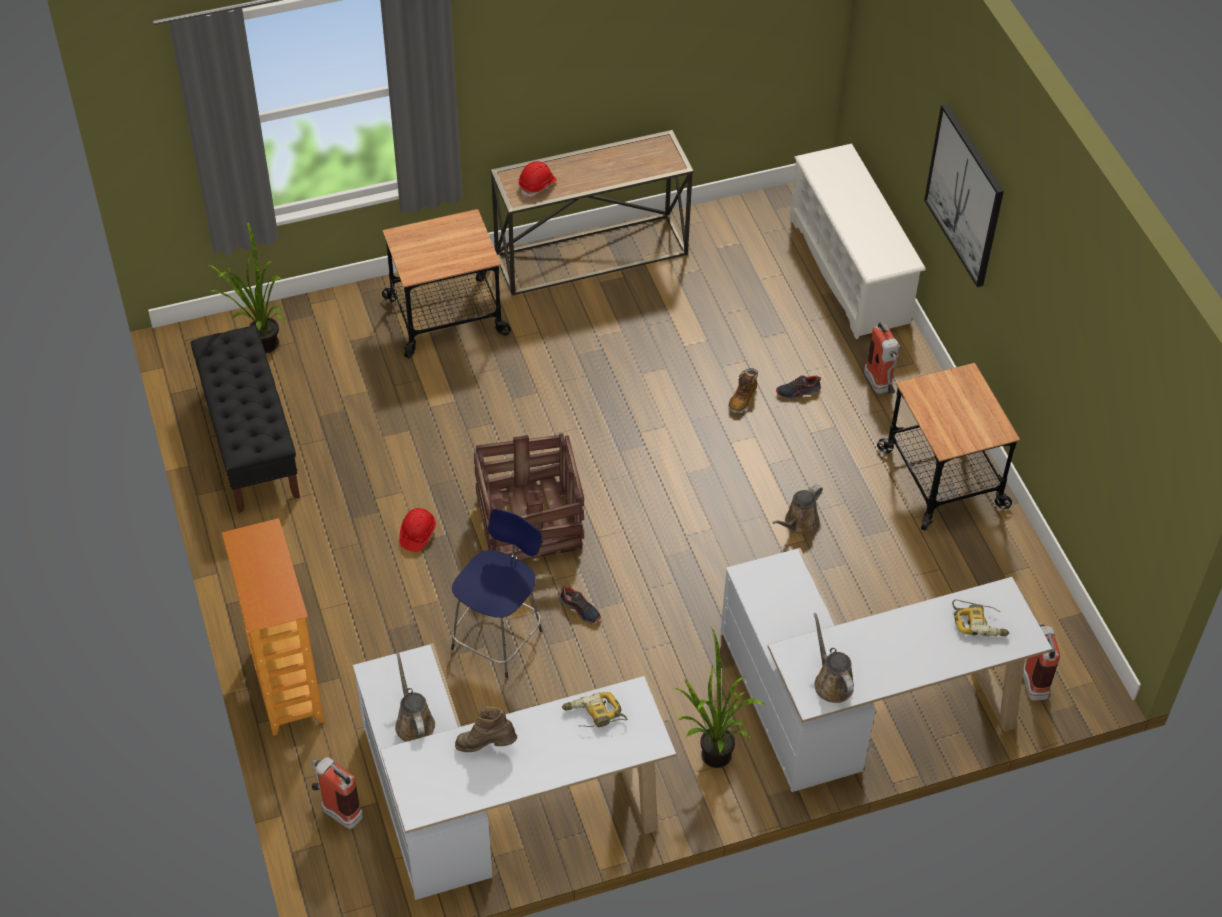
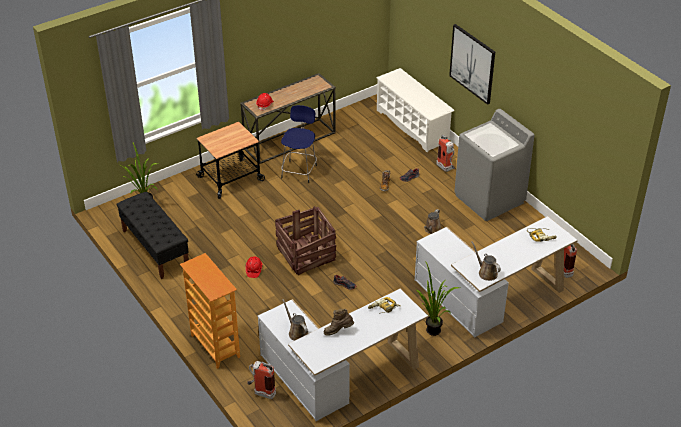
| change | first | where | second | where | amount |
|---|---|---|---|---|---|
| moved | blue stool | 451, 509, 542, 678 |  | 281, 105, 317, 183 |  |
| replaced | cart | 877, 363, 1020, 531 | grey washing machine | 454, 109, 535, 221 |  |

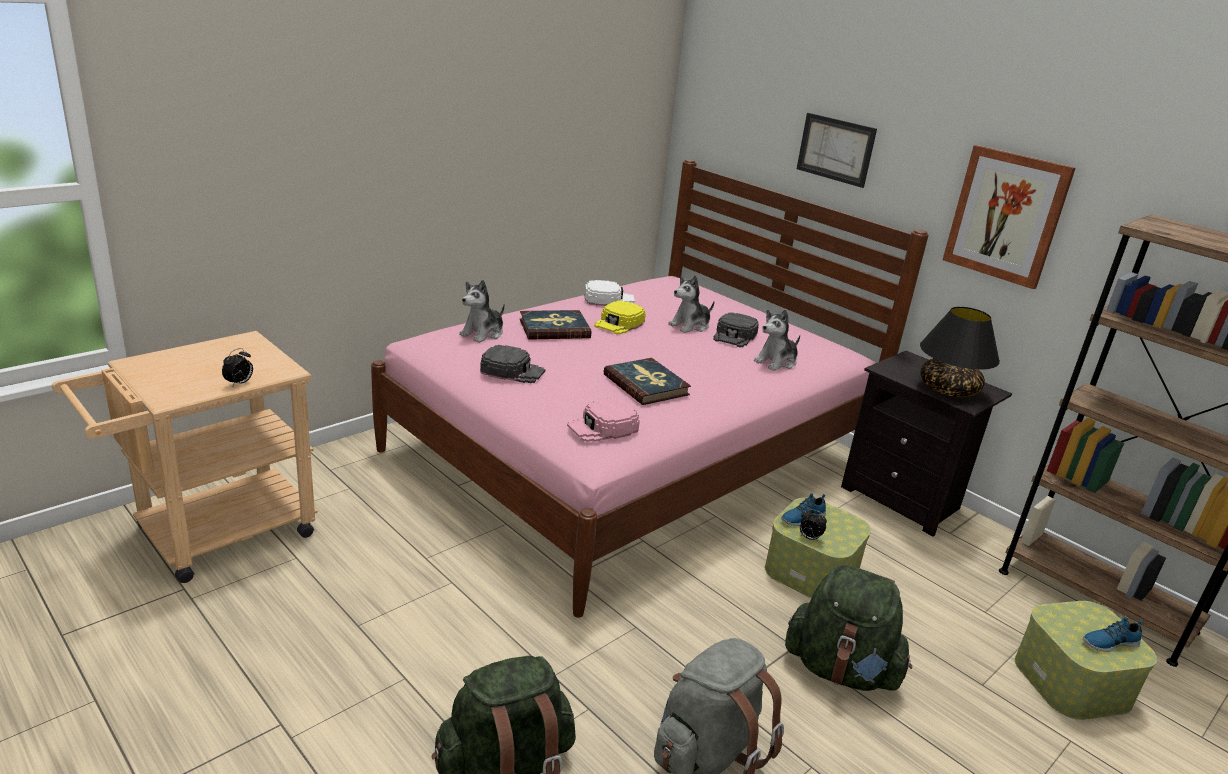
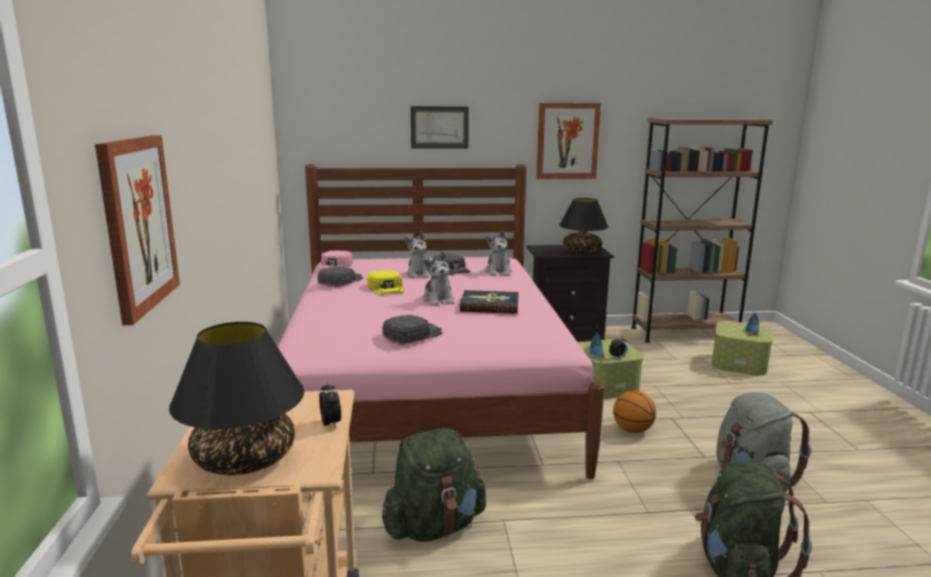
| change | first | where | second | where | amount |
|---|---|---|---|---|---|
| removed | book | 520, 310, 591, 340 |  |  |  |
| added |  |  | picture | 95, 135, 180, 325 |  |
| added |  |  | black table lamp | 169, 322, 304, 475 |  |
| added |  |  | basketball | 613, 391, 656, 433 |  |
| moved | plush toy | 459, 280, 505, 343 |  | 423, 252, 454, 306 |  |
| moved | pink cap | 567, 398, 640, 442 |  | 319, 250, 353, 270 |  |
| moved | green backpack | 785, 565, 912, 691 |  | 382, 428, 486, 542 |  |
| recoloured | white cap | 585, 280, 635, 306 | black cap | 317, 266, 363, 287 |  |

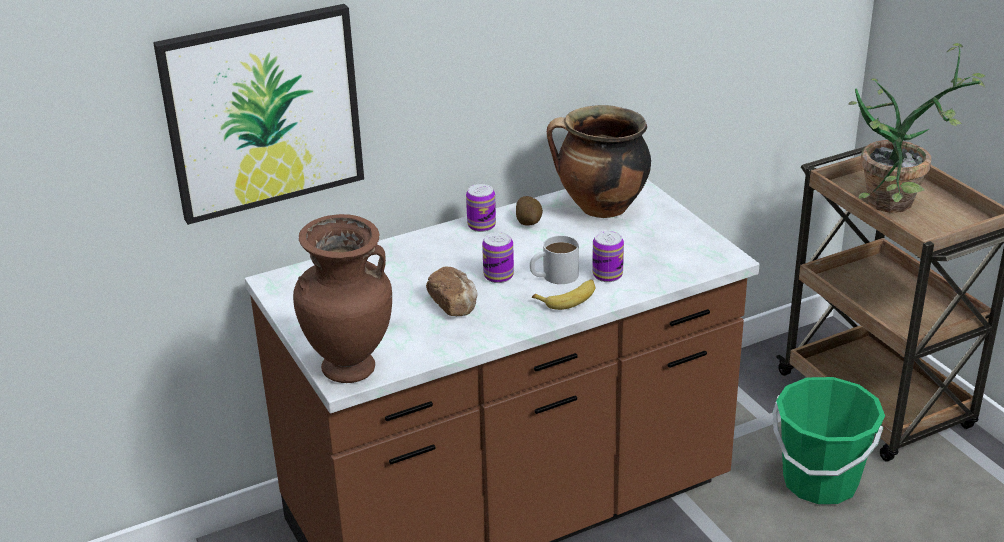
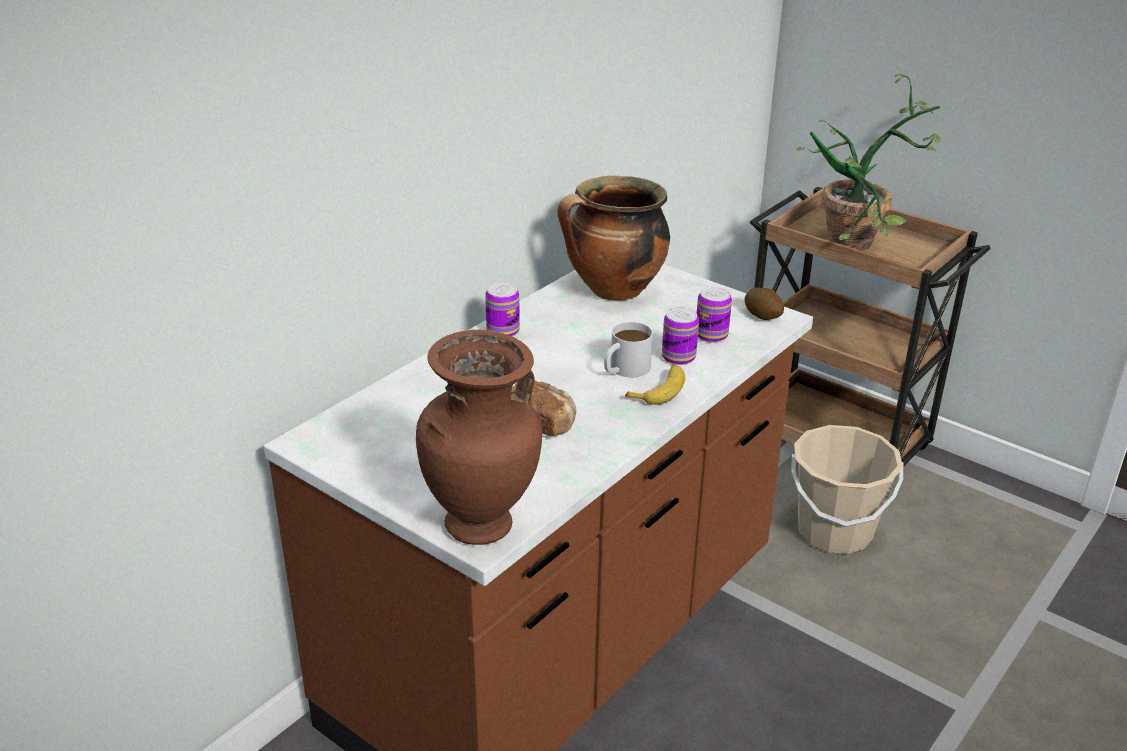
| change | first | where | second | where | amount |
|---|---|---|---|---|---|
| removed | picture | 153, 4, 364, 225 |  |  |  |
| moved | can | 482, 232, 514, 283 |  | 697, 287, 732, 343 |  |
| moved | potato | 516, 196, 543, 225 |  | 745, 287, 784, 320 |  |
| recoloured | green bucket | 773, 377, 885, 504 | beige bucket | 791, 425, 904, 554 |  |

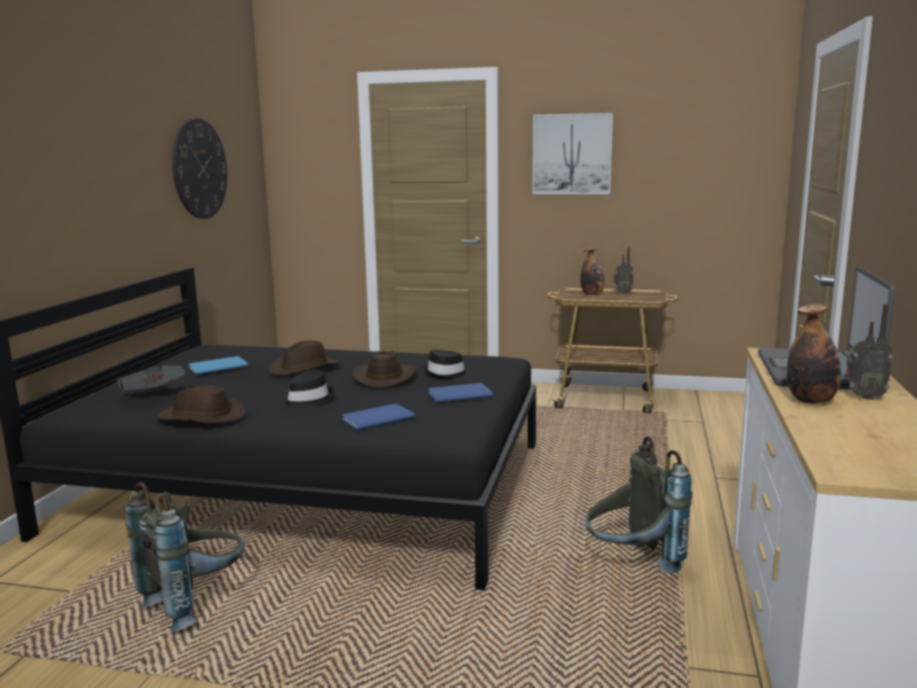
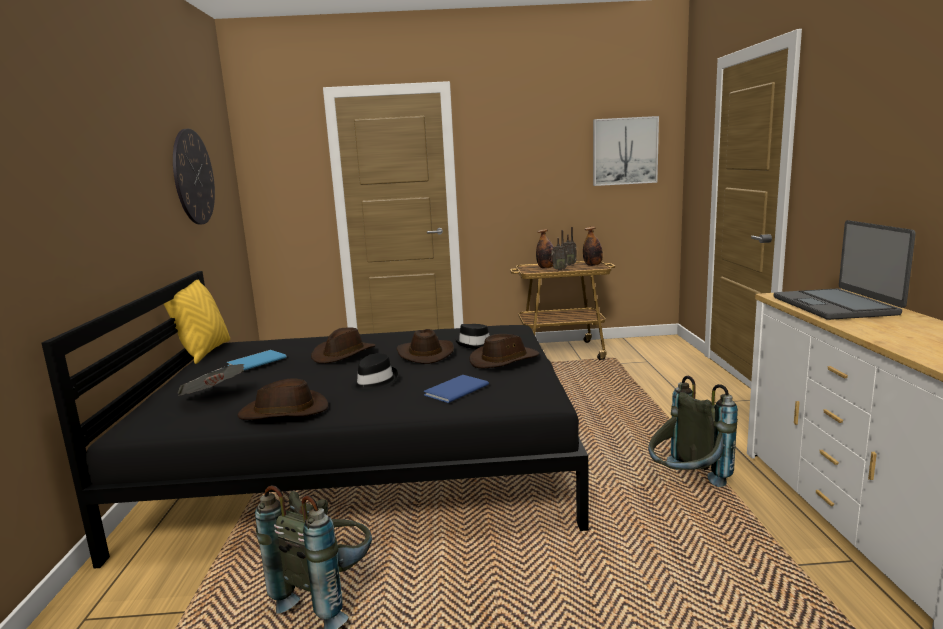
| change | first | where | second | where | amount |
|---|---|---|---|---|---|
| added |  |  | yellow pillow | 164, 280, 230, 364 |  |
| moved | picture | 533, 113, 613, 194 |  | 593, 116, 659, 186 |  |
| moved | bottle | 787, 304, 841, 404 |  | 583, 226, 603, 266 |  |
| moved | radio | 845, 304, 893, 400 |  | 551, 230, 568, 271 |  |
| replaced | blue book | 428, 383, 493, 402 | brown hat | 469, 334, 540, 368 |  |

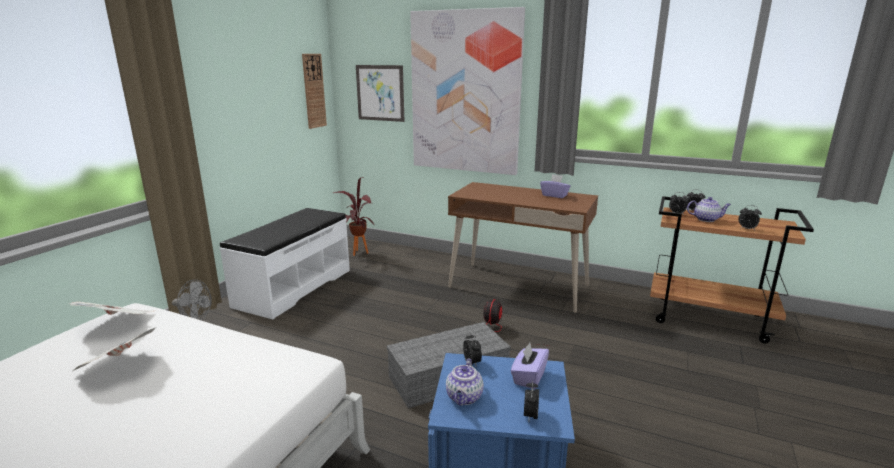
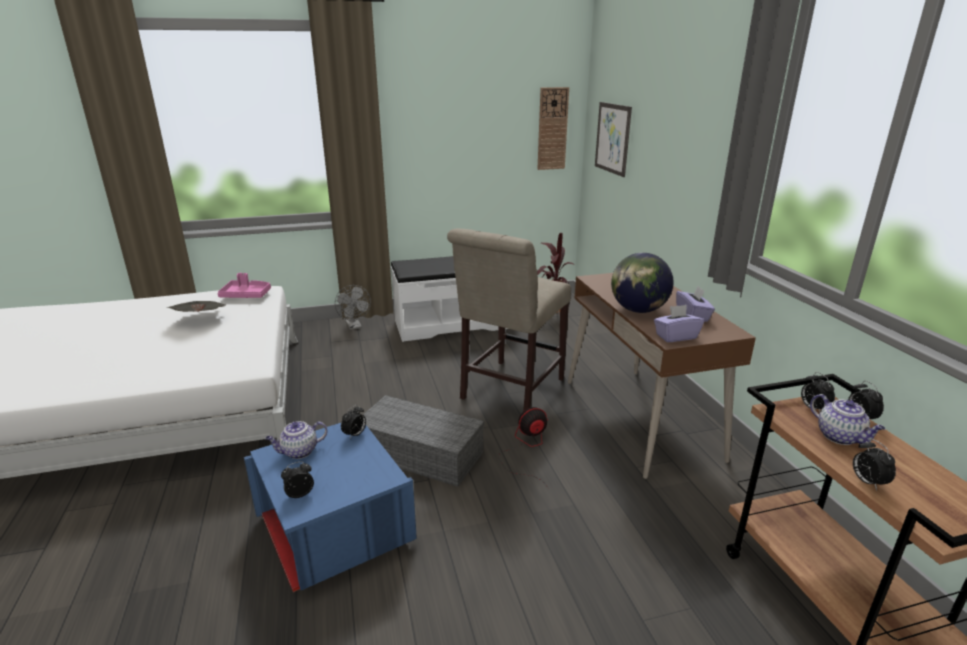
| change | first | where | second | where | amount |
|---|---|---|---|---|---|
| removed | picture | 410, 7, 525, 175 |  |  |  |
| added |  |  | beige chair | 447, 229, 571, 411 |  |
| added |  |  | globe | 611, 253, 673, 313 |  |
| moved | purple tissue box | 511, 342, 549, 389 |  | 654, 305, 704, 342 |  |
| replaced | newspaper | 68, 302, 155, 315 | pink tray | 218, 273, 271, 298 |  |

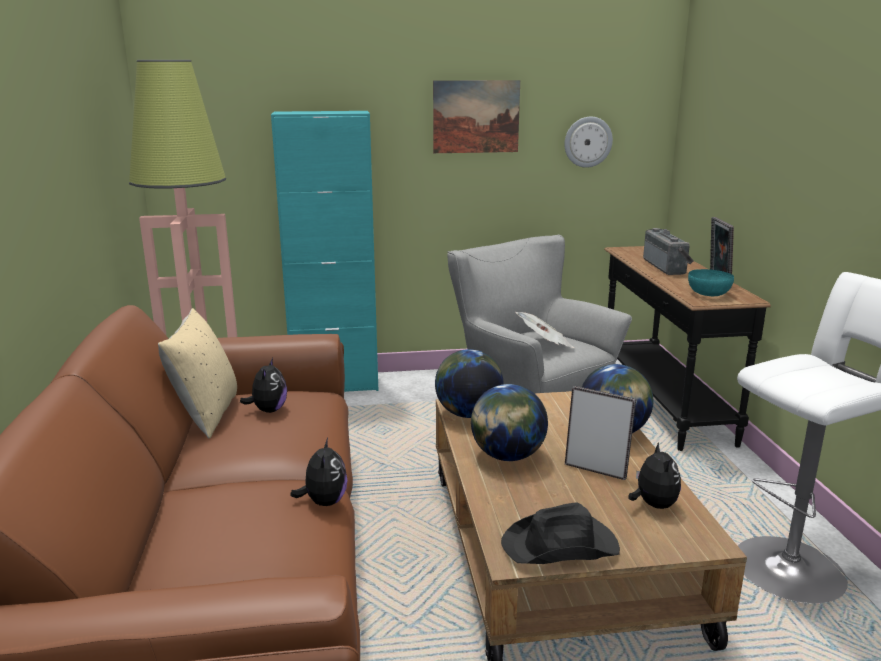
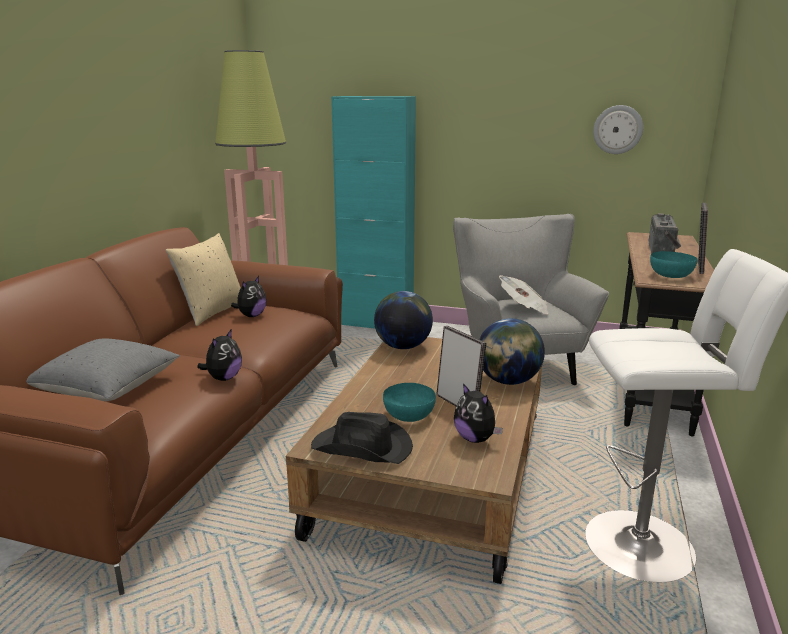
| change | first | where | second | where | amount |
|---|---|---|---|---|---|
| removed | picture | 433, 80, 520, 153 |  |  |  |
| removed | globe | 471, 384, 548, 461 |  |  |  |
| added |  |  | grey pillow | 26, 338, 180, 401 |  |
| added |  |  | turquoise bowl | 383, 383, 436, 422 |  |
| turned | plush toy | 629, 442, 681, 509 |  | 454, 383, 503, 443 | 120 degrees clockwise |

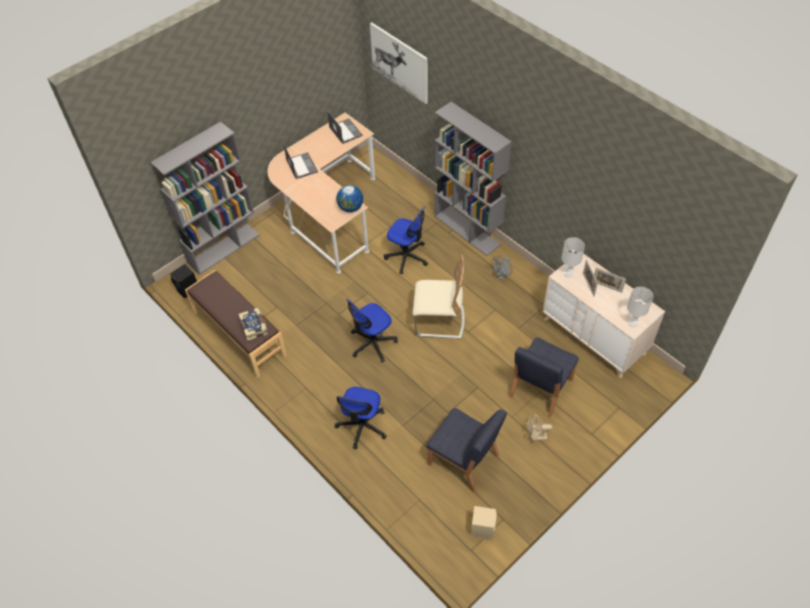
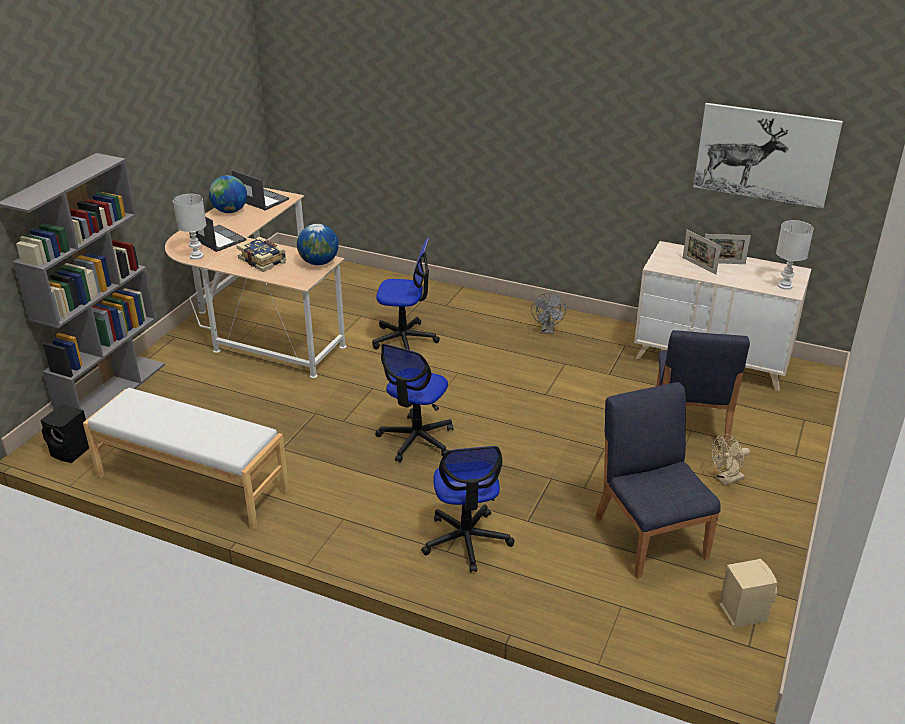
| change | first | where | second | where | amount |
|---|---|---|---|---|---|
| removed | beige chair | 413, 254, 465, 339 |  |  |  |
| removed | grey bookcase | 434, 102, 512, 256 |  |  |  |
| added |  |  | globe | 209, 175, 247, 213 |  |
| moved | book | 238, 308, 267, 341 |  | 237, 237, 286, 272 |  |
| moved | picture | 370, 23, 428, 104 |  | 694, 103, 843, 208 |  |
| moved | white table lamp | 561, 237, 585, 277 |  | 173, 194, 206, 260 |  |
| recoloured | brown bench | 185, 270, 287, 378 | white bench | 83, 388, 289, 529 |  |
| turned | blue chair | 427, 408, 507, 492 |  | 595, 382, 721, 579 | 120 degrees counterclockwise |

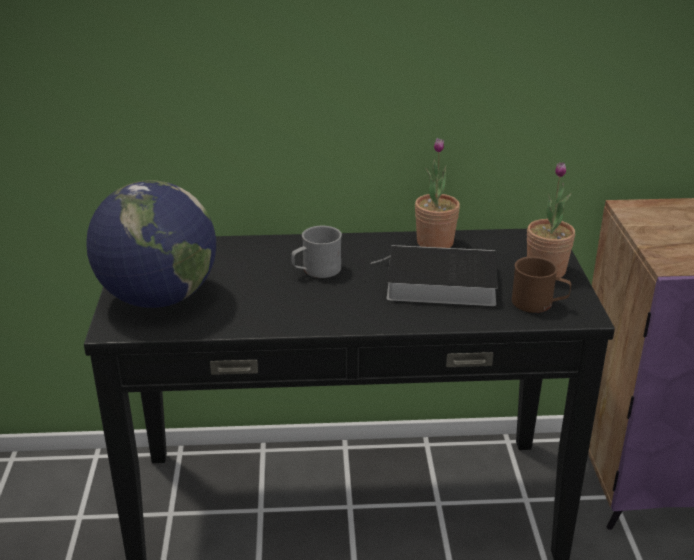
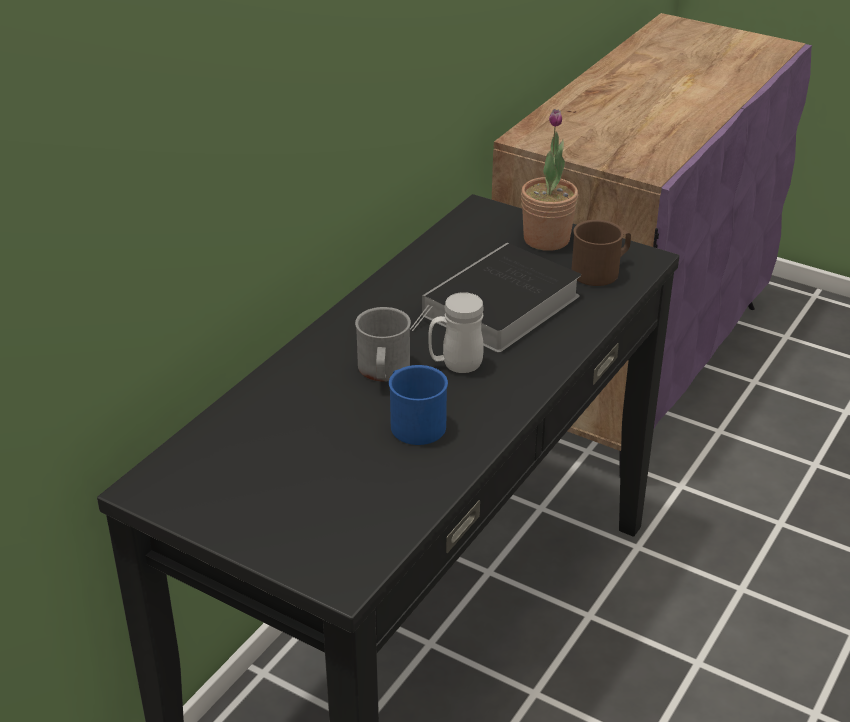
| change | first | where | second | where | amount |
|---|---|---|---|---|---|
| removed | globe | 86, 180, 216, 308 |  |  |  |
| removed | potted plant | 415, 138, 460, 248 |  |  |  |
| added |  |  | blue mug | 389, 365, 448, 445 |  |
| added |  |  | white mug | 428, 292, 484, 373 |  |

